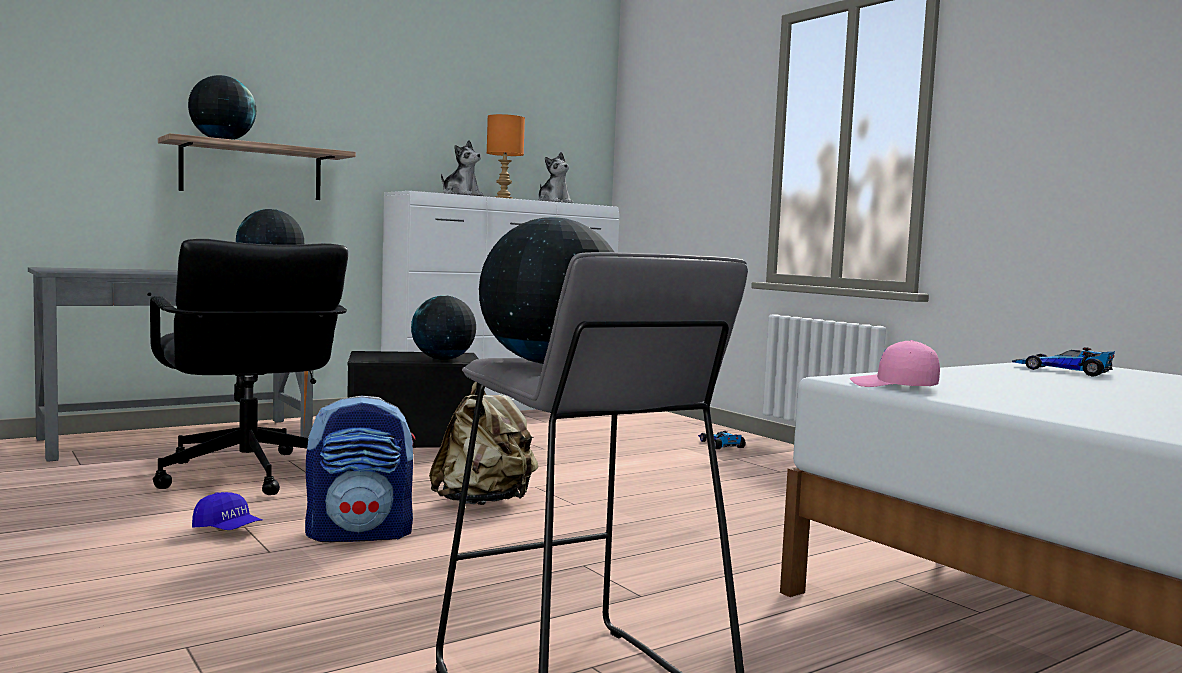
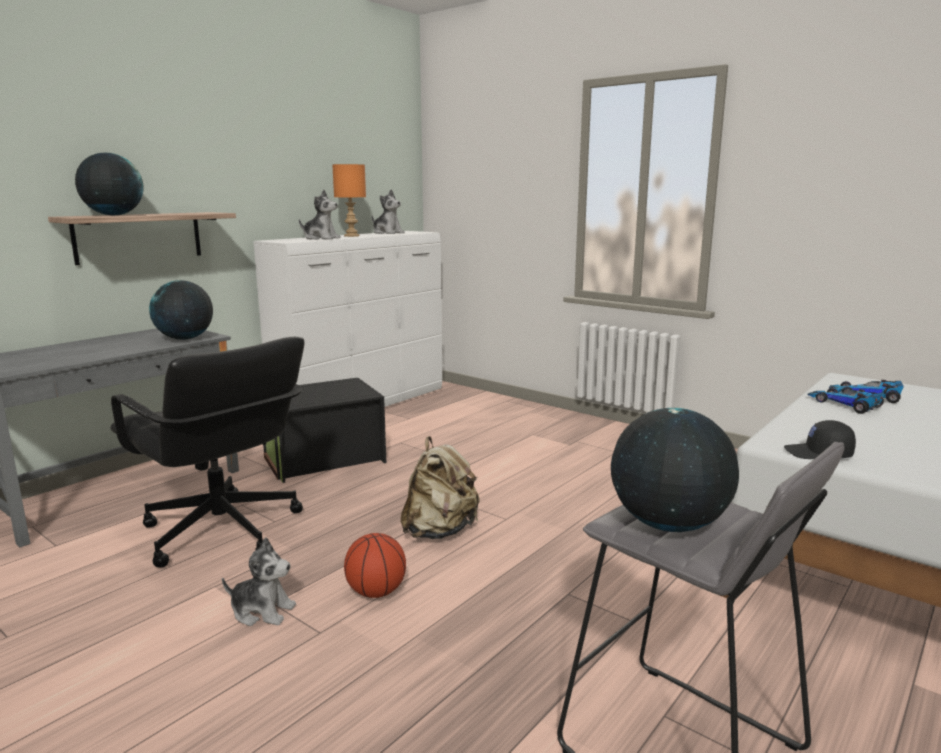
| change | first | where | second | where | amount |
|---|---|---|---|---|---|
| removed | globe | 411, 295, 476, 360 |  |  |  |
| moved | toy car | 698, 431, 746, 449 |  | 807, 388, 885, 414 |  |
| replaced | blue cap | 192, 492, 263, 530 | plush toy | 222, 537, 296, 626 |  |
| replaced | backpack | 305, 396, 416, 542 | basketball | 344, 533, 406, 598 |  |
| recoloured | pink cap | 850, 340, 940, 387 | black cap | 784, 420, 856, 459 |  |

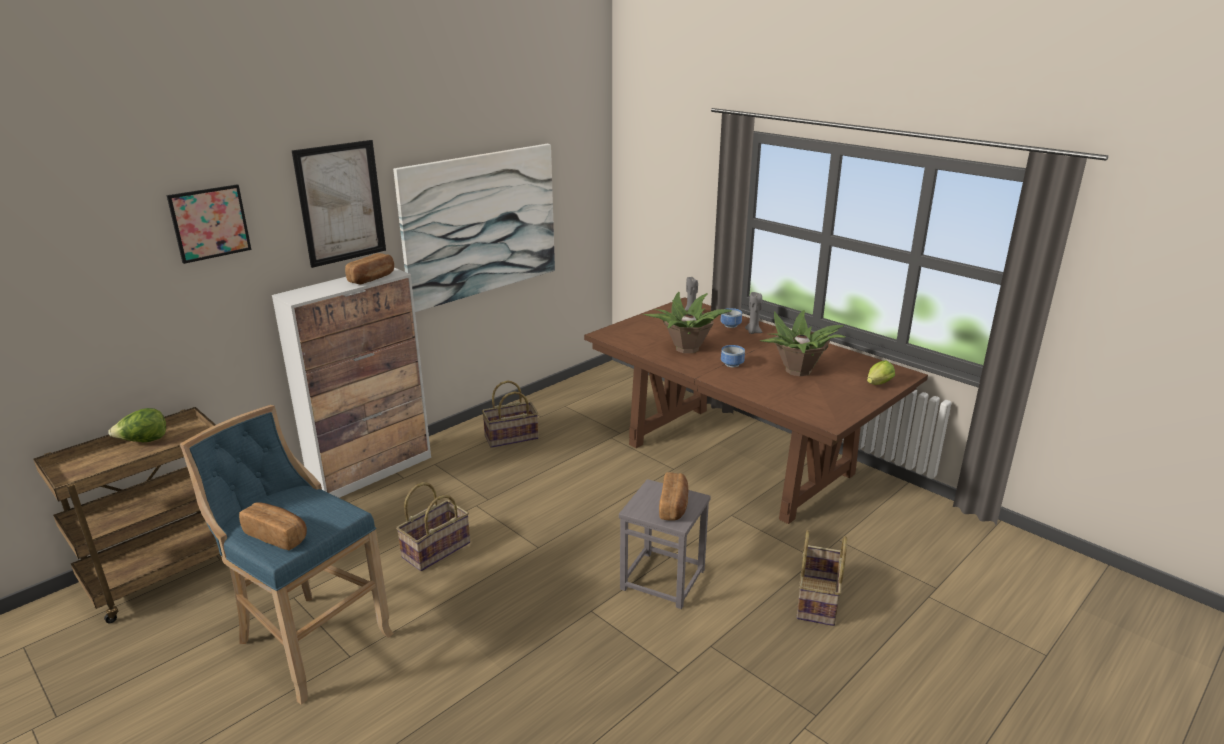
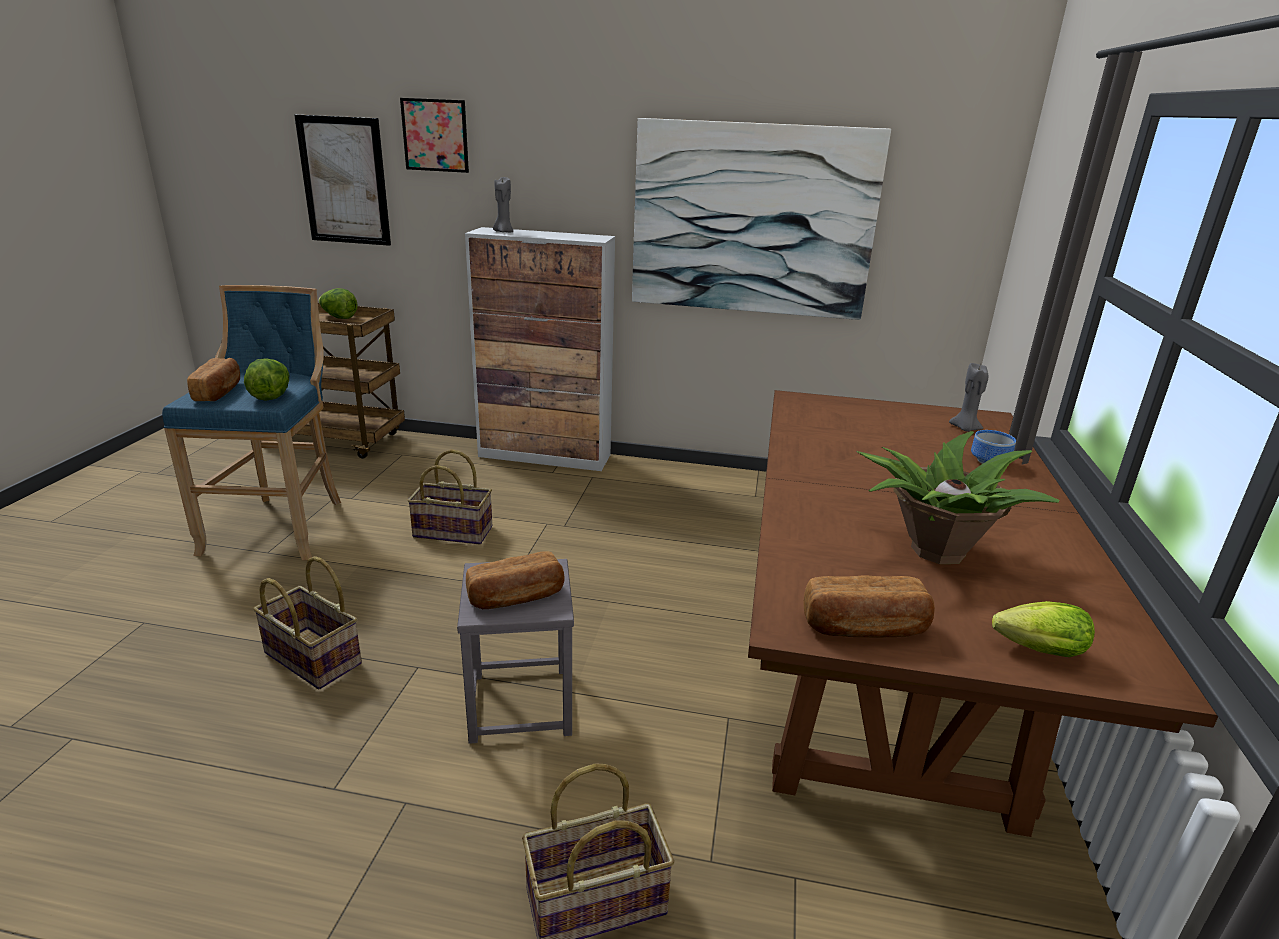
| change | first | where | second | where | amount |
|---|---|---|---|---|---|
| removed | potted plant | 643, 292, 732, 353 |  |  |  |
| removed | bowl | 721, 345, 745, 367 |  |  |  |
| added |  |  | lettuce | 244, 358, 289, 401 |  |
| moved | picture | 292, 140, 386, 268 |  | 294, 114, 391, 246 |  |
| moved | bread | 345, 253, 394, 284 |  | 804, 576, 935, 638 |  |
| moved | basket | 482, 380, 539, 448 |  | 253, 556, 362, 689 |  |
| moved | grey candle | 745, 292, 763, 334 |  | 493, 177, 513, 233 |  |

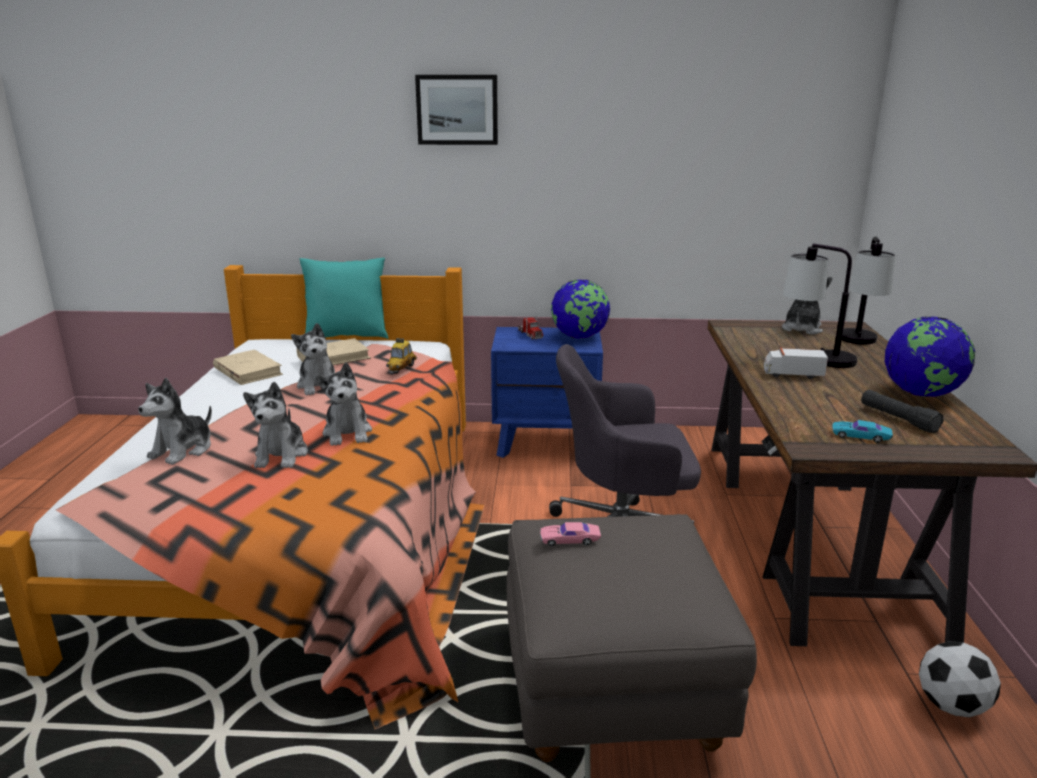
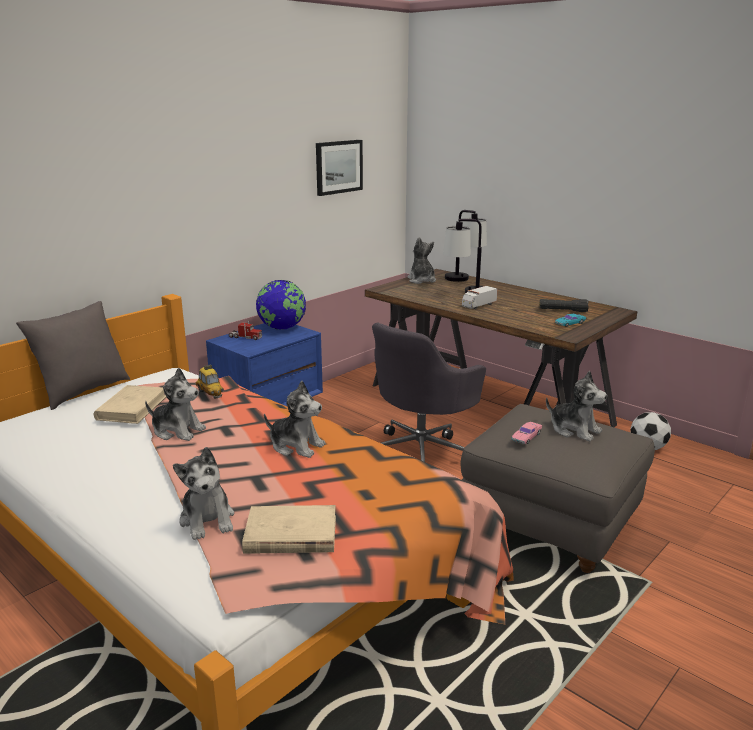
| change | first | where | second | where | amount |
|---|---|---|---|---|---|
| removed | globe | 885, 316, 975, 397 |  |  |  |
| moved | beige book | 213, 350, 283, 385 |  | 242, 505, 336, 554 |  |
| moved | plush toy | 243, 382, 308, 468 |  | 546, 371, 607, 441 |  |
| moved | picture | 415, 75, 498, 145 |  | 316, 140, 363, 196 |  |
| recoloured | turquoise pillow | 299, 258, 388, 339 | grey pillow | 16, 301, 130, 410 |  |

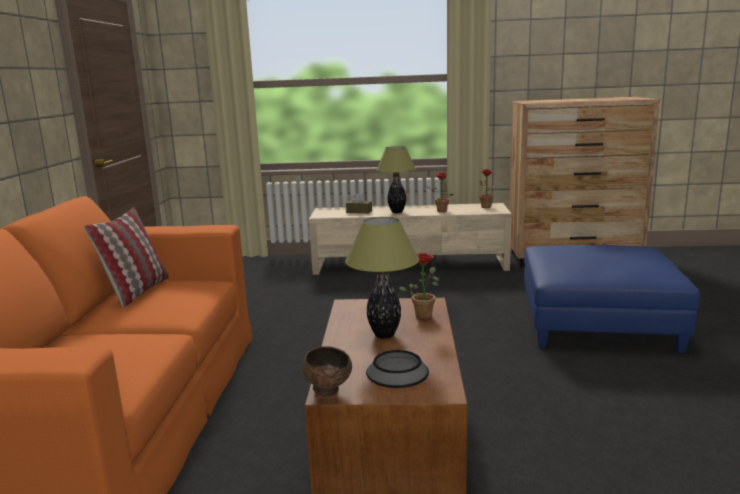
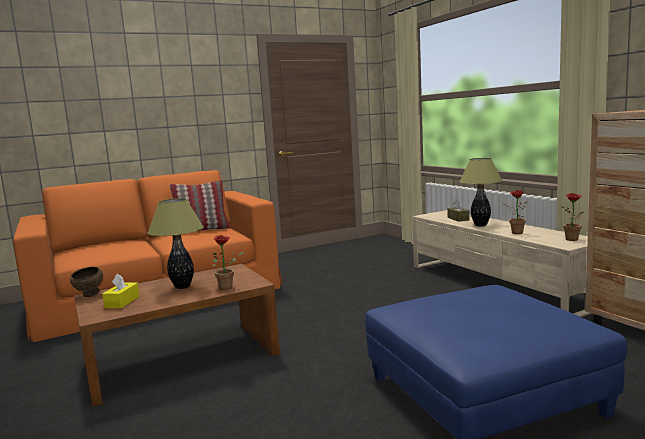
| change | first | where | second | where | amount |
|---|---|---|---|---|---|
| replaced | bowl | 366, 350, 429, 388 | yellow tissue box | 102, 274, 139, 308 |  |

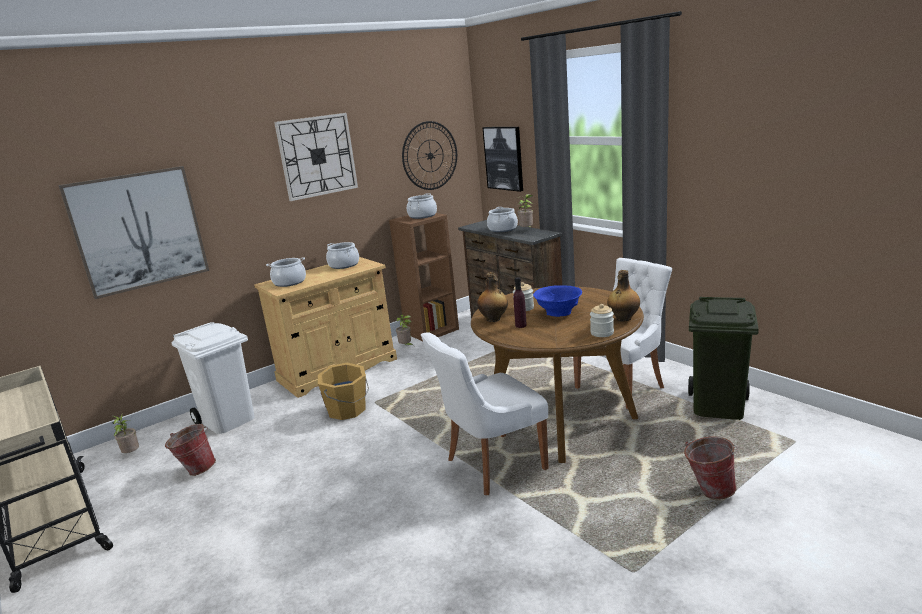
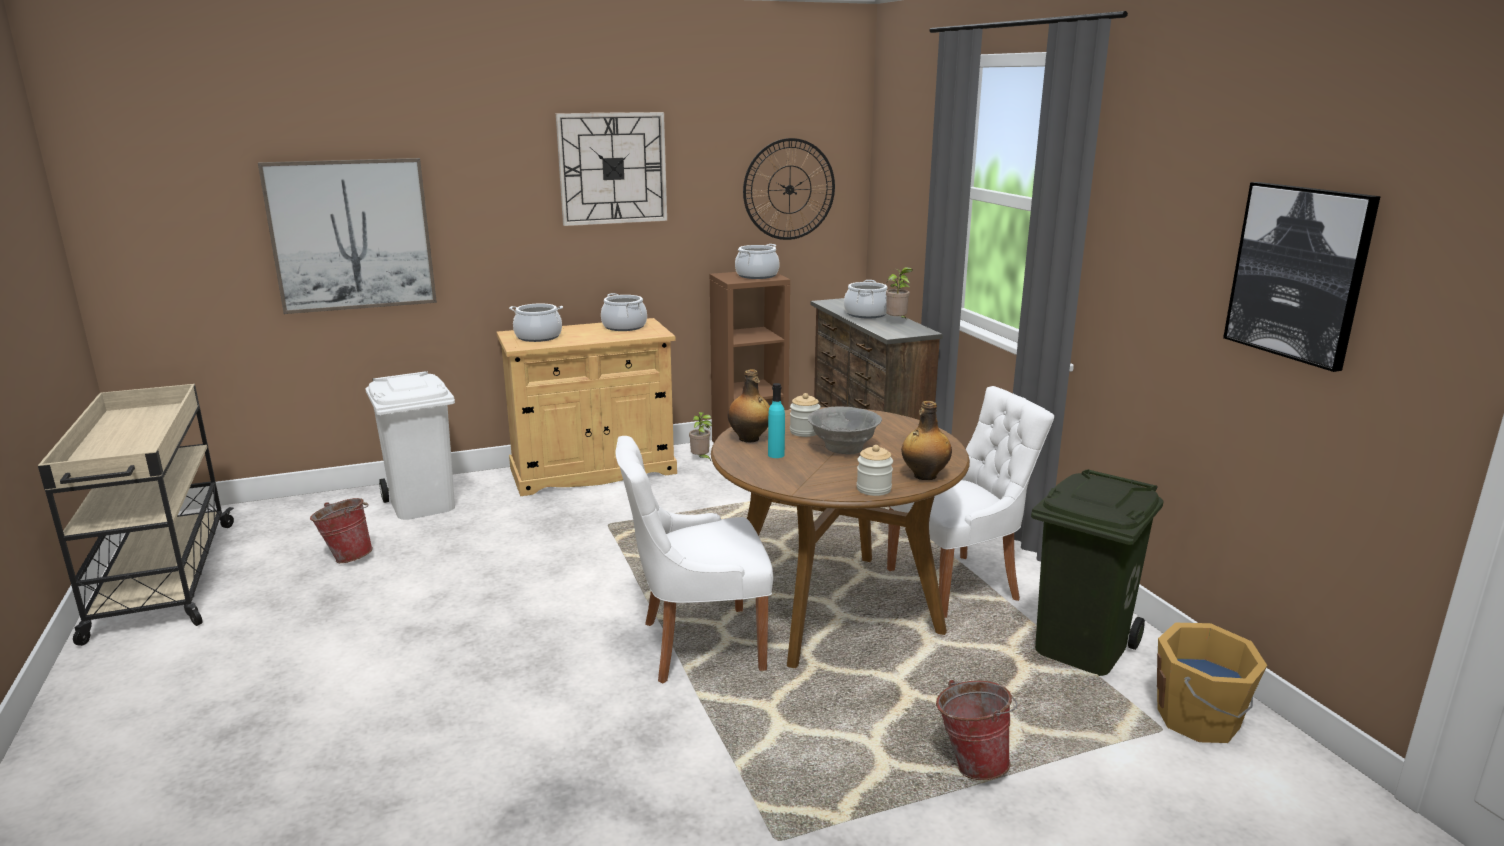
| change | first | where | second | where | amount |
|---|---|---|---|---|---|
| removed | potted plant | 111, 412, 139, 453 |  |  |  |
| moved | orange bucket | 318, 363, 369, 420 |  | 1157, 623, 1267, 743 |  |
| moved | picture | 482, 127, 523, 192 |  | 1223, 182, 1381, 372 |  |
| recoloured | purple bottle | 513, 277, 527, 328 | turquoise bottle | 768, 383, 785, 458 |  |
| recoloured | blue bowl | 533, 285, 582, 317 | grey bowl | 808, 407, 882, 455 |  |

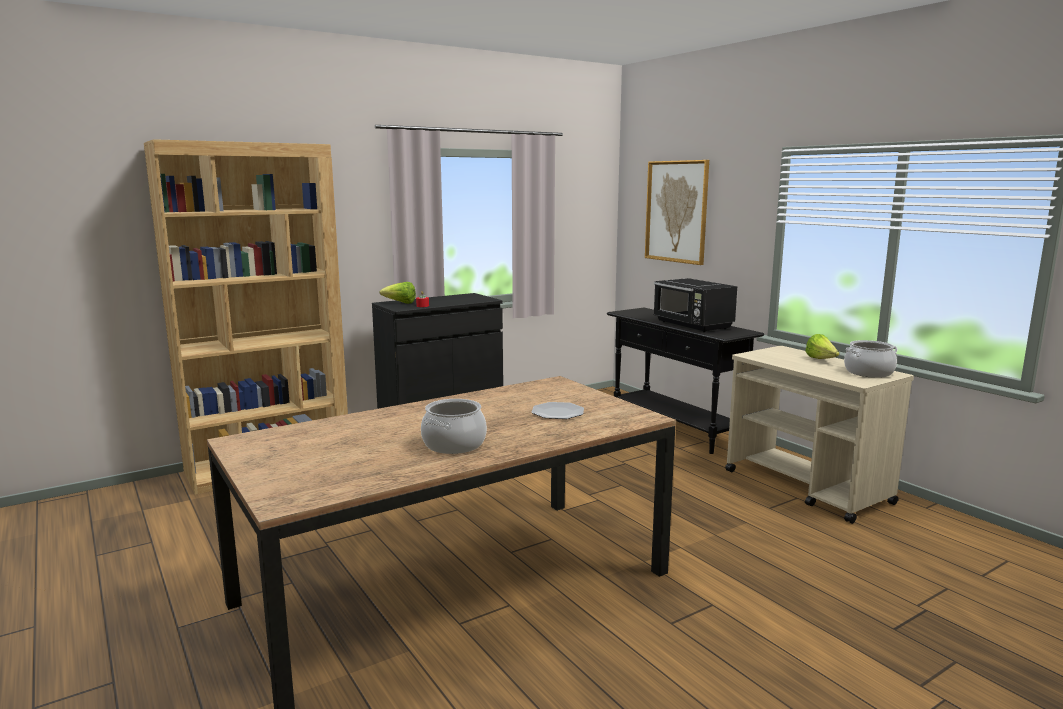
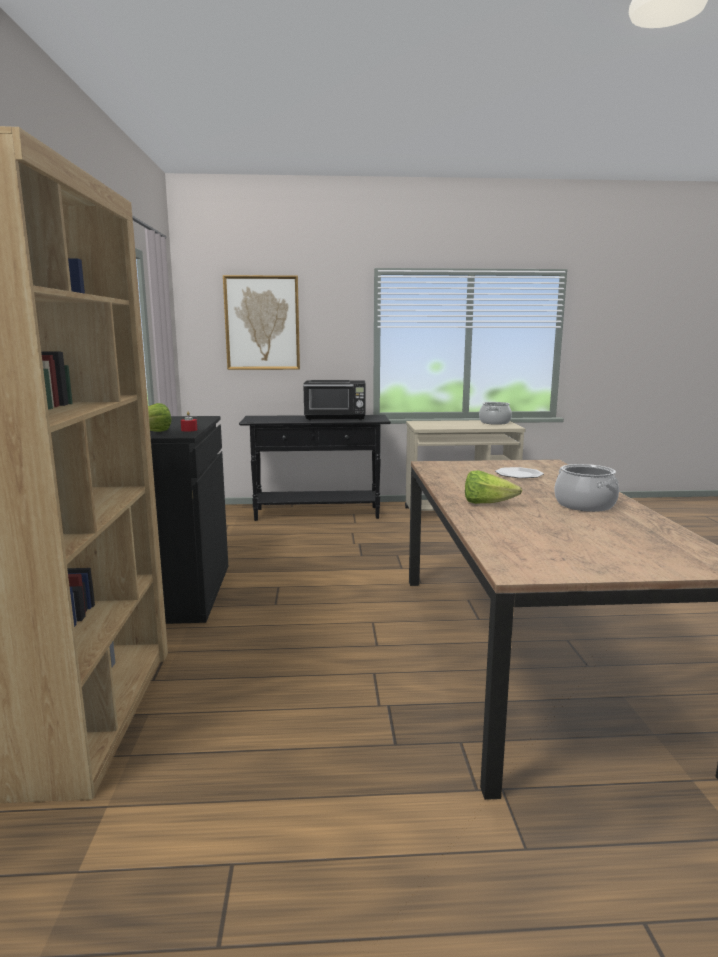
| change | first | where | second | where | amount |
|---|---|---|---|---|---|
| moved | lettuce | 805, 334, 840, 359 |  | 465, 470, 522, 504 |  |

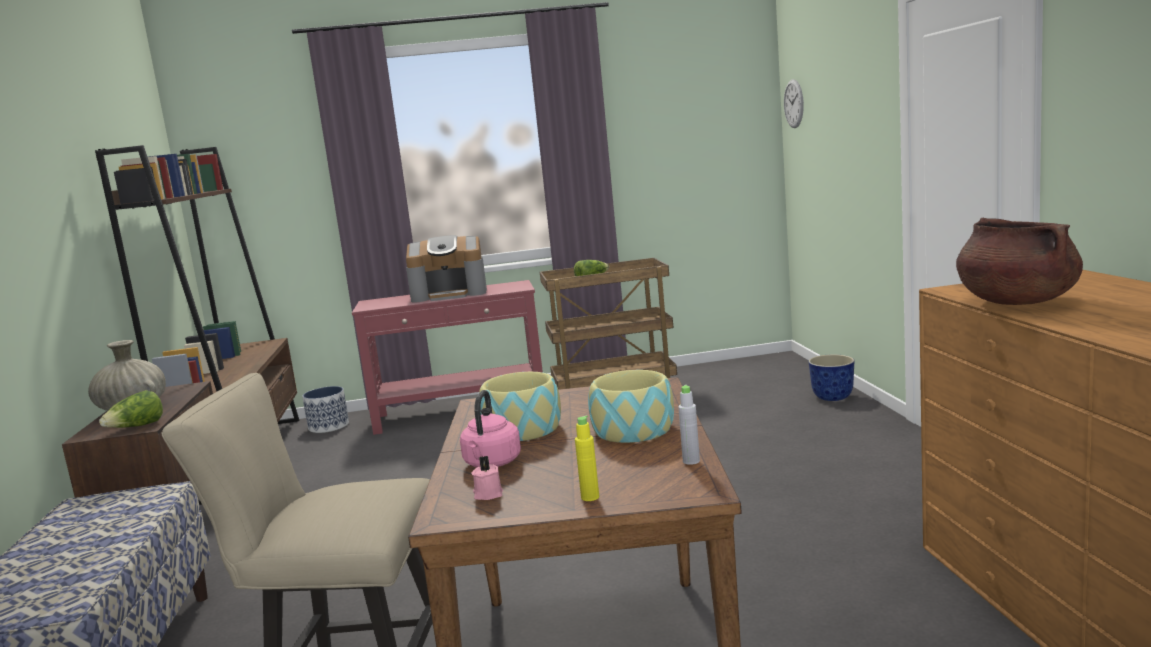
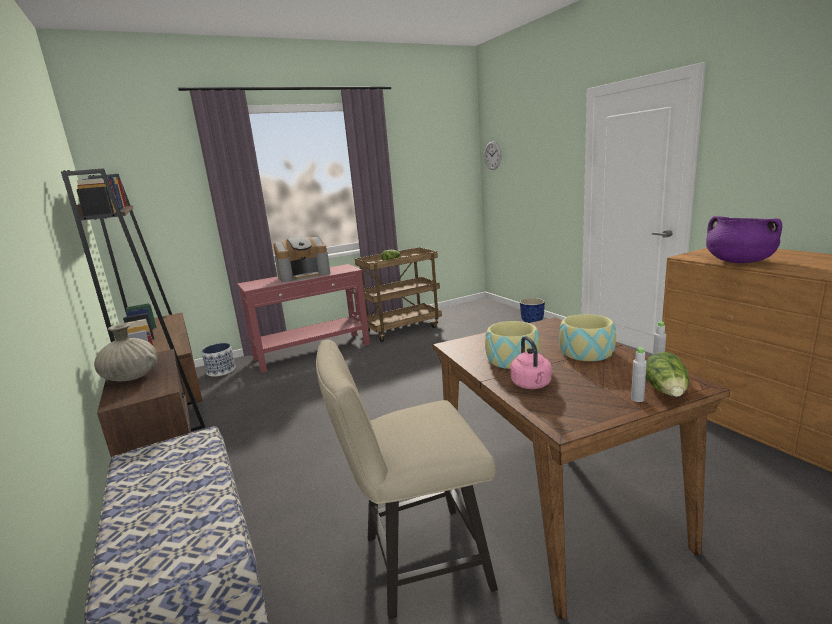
| change | first | where | second | where | amount |
|---|---|---|---|---|---|
| removed | pink candle | 472, 455, 503, 500 |  |  |  |
| moved | lettuce | 99, 390, 163, 428 |  | 646, 352, 689, 397 |  |
| recoloured | yellow bottle | 575, 415, 599, 501 | grey bottle | 631, 347, 647, 402 |  |
| recoloured | brown cooking pot | 956, 218, 1083, 305 | purple cooking pot | 706, 216, 782, 263 |  |

